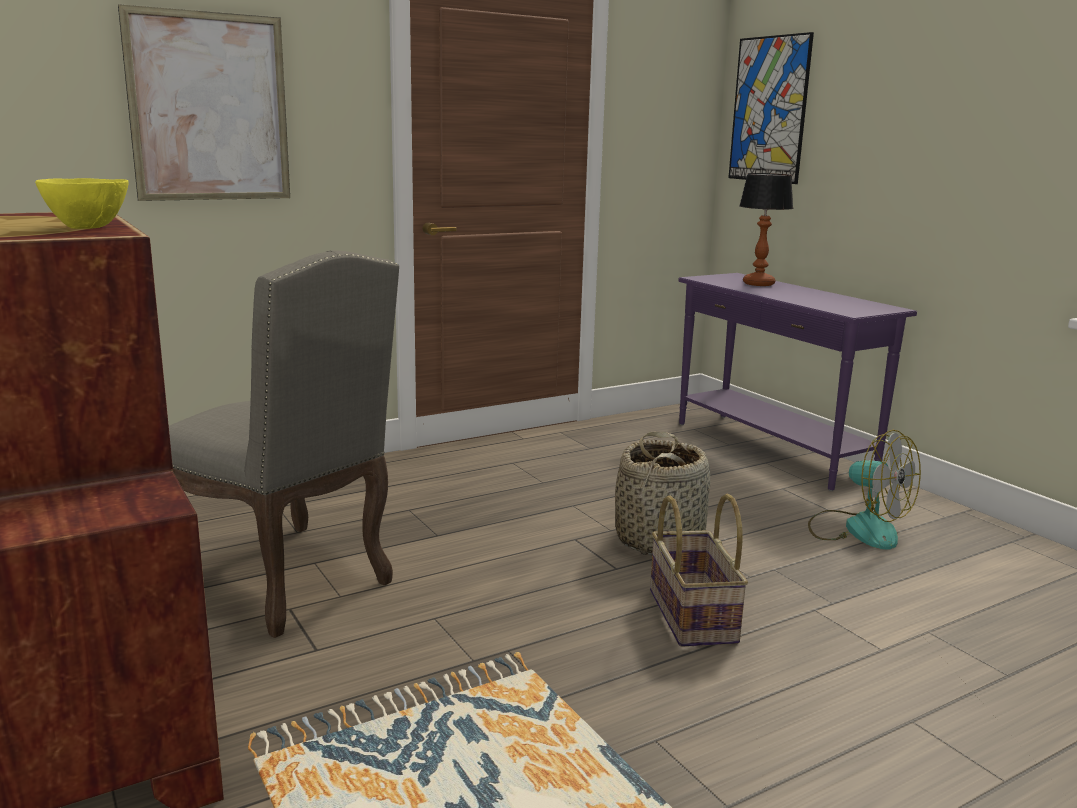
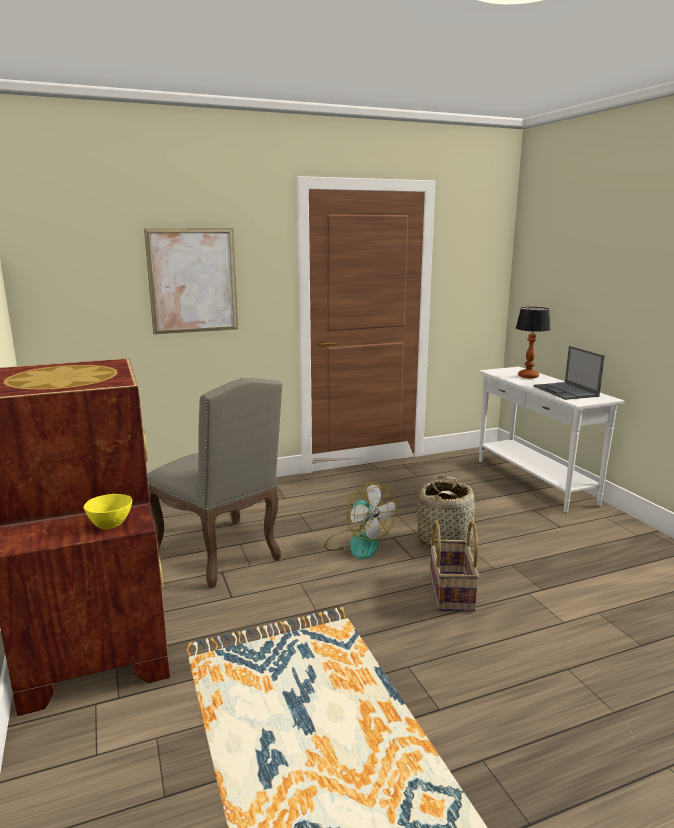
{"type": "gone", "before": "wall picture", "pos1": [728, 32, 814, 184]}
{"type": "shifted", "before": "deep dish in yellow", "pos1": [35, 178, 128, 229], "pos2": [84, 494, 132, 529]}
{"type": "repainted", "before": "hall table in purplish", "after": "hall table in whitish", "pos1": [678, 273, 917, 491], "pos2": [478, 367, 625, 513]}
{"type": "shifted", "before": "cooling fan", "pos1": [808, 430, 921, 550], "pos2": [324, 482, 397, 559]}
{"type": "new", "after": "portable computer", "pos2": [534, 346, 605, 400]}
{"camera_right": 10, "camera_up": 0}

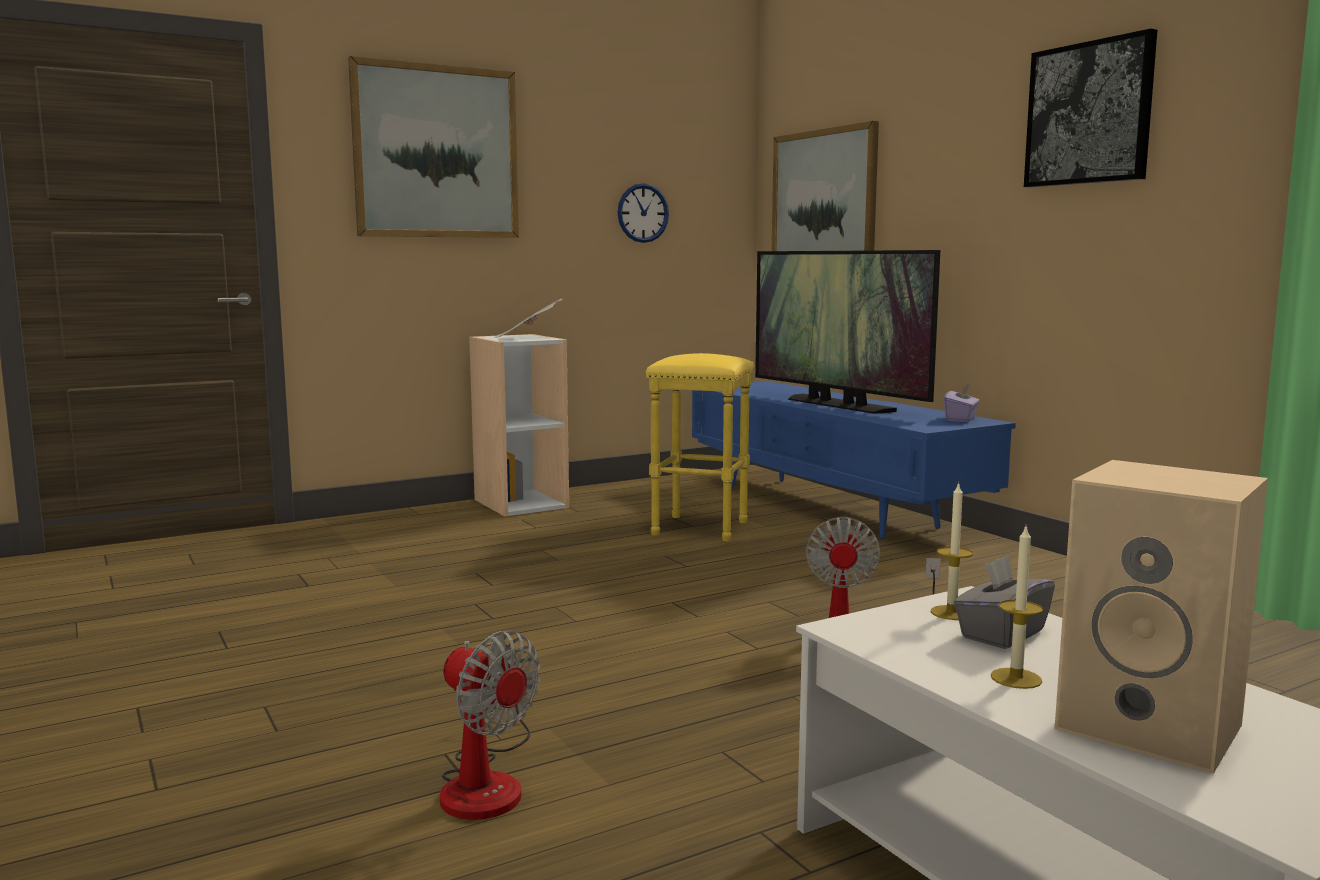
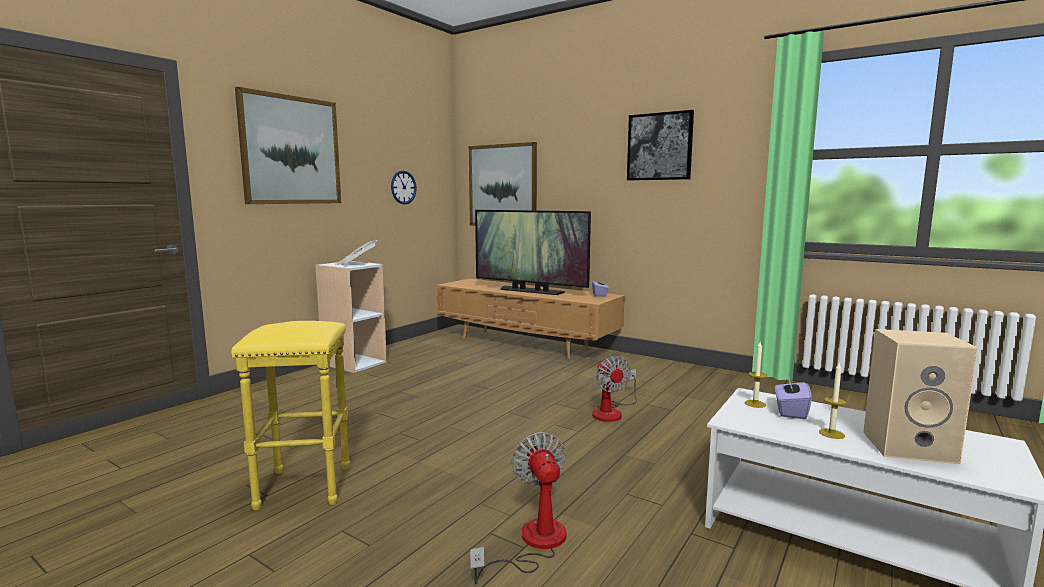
{"type": "shifted", "before": "sitting stool in yellow", "pos1": [646, 353, 754, 542], "pos2": [231, 321, 350, 510]}
{"type": "repainted", "before": "tv stand in bluish", "after": "tv stand in beige", "pos1": [692, 381, 1016, 539], "pos2": [436, 279, 626, 359]}
{"type": "repainted", "before": "tissue box in gray", "after": "tissue box in purplish", "pos1": [953, 555, 1055, 649], "pos2": [775, 374, 812, 419]}
{"type": "rotated", "before": "cooling fan", "pos1": [440, 631, 541, 820], "pos2": [470, 432, 566, 584], "turn": -120}
{"camera_right": -25, "camera_up": 0}

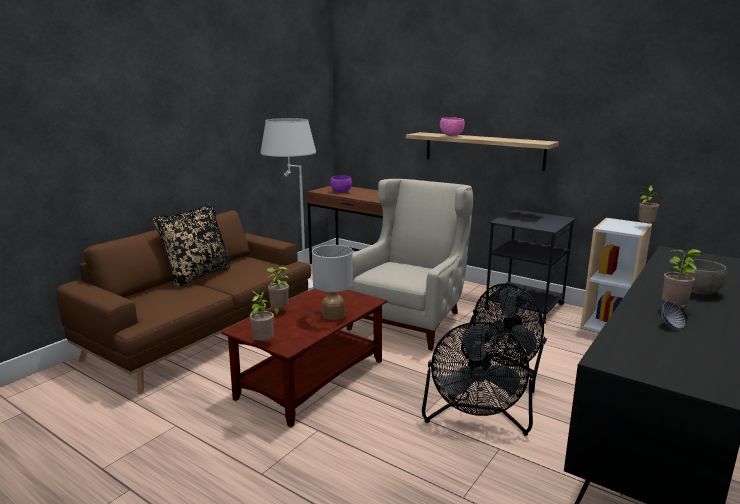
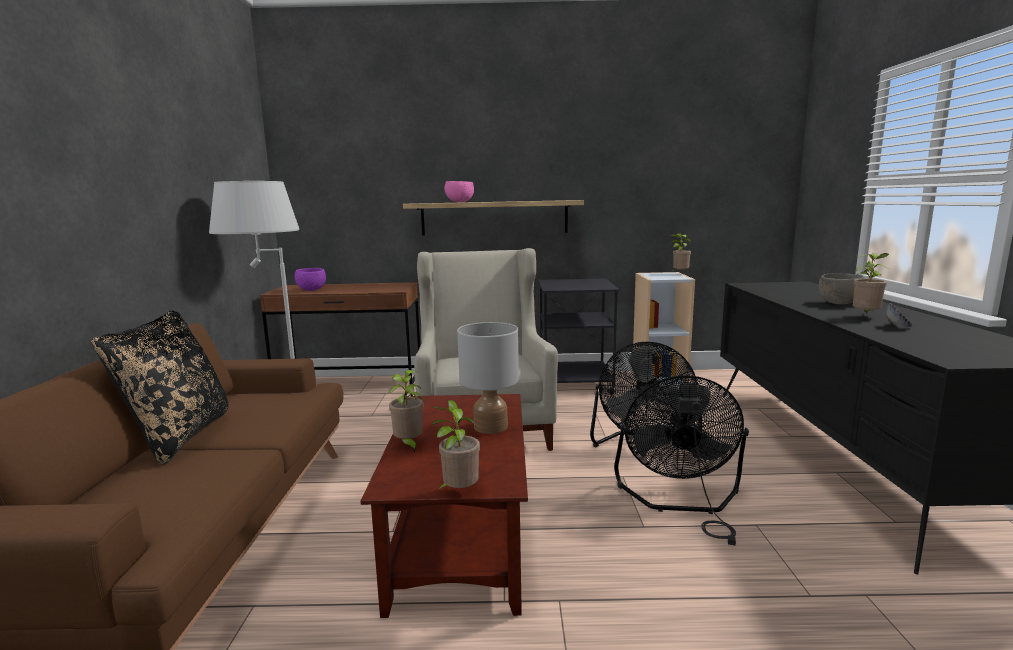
{"type": "rotated", "before": "cooling fan in black-coloured", "pos1": [422, 322, 533, 436], "pos2": [614, 375, 749, 545], "turn": -150}
{"camera_right": -35, "camera_up": -5}

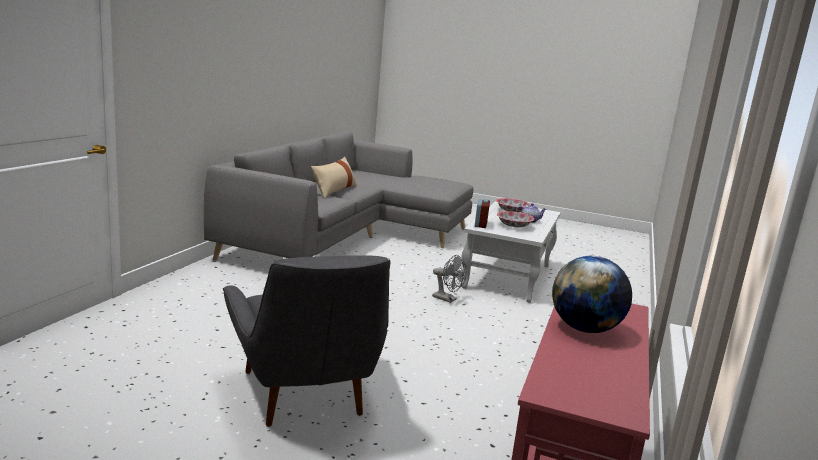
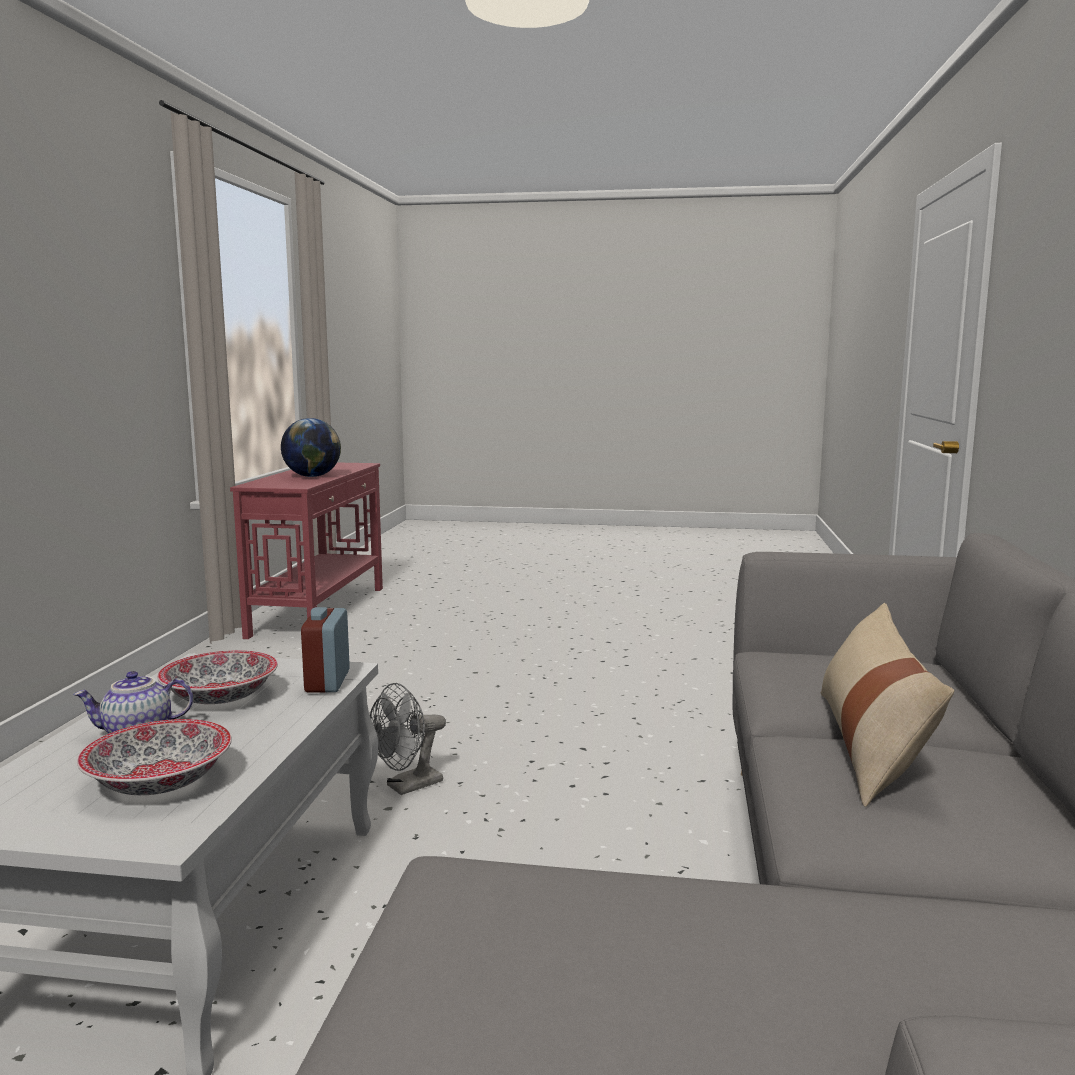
{"type": "gone", "before": "lounge chair in gray", "pos1": [223, 255, 390, 427]}
{"type": "rotated", "before": "cooling fan in gray", "pos1": [432, 255, 467, 303], "pos2": [370, 683, 446, 795], "turn": -60}
{"camera_right": 170, "camera_up": -5}

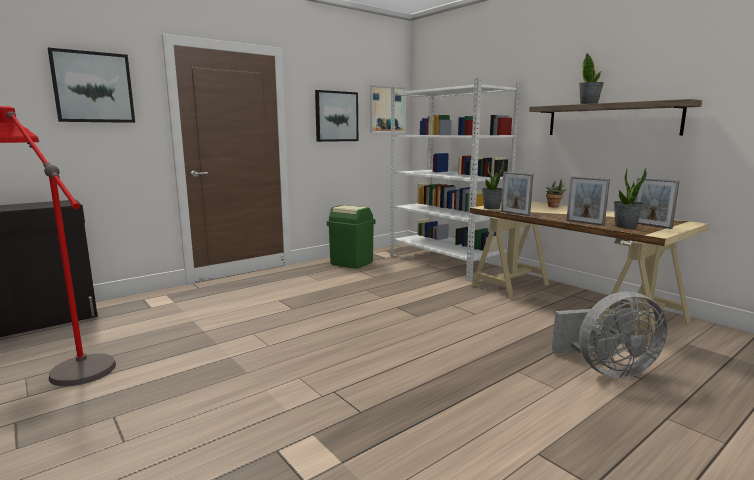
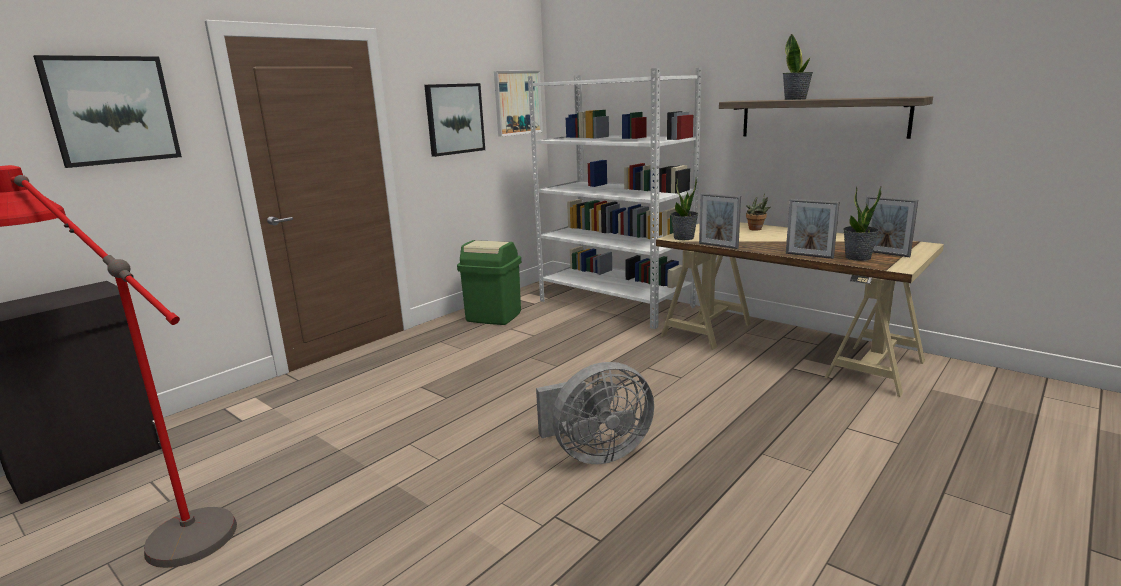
{"type": "shifted", "before": "cooling fan in gray", "pos1": [552, 292, 668, 378], "pos2": [536, 362, 654, 464]}
{"camera_right": -10, "camera_up": 5}

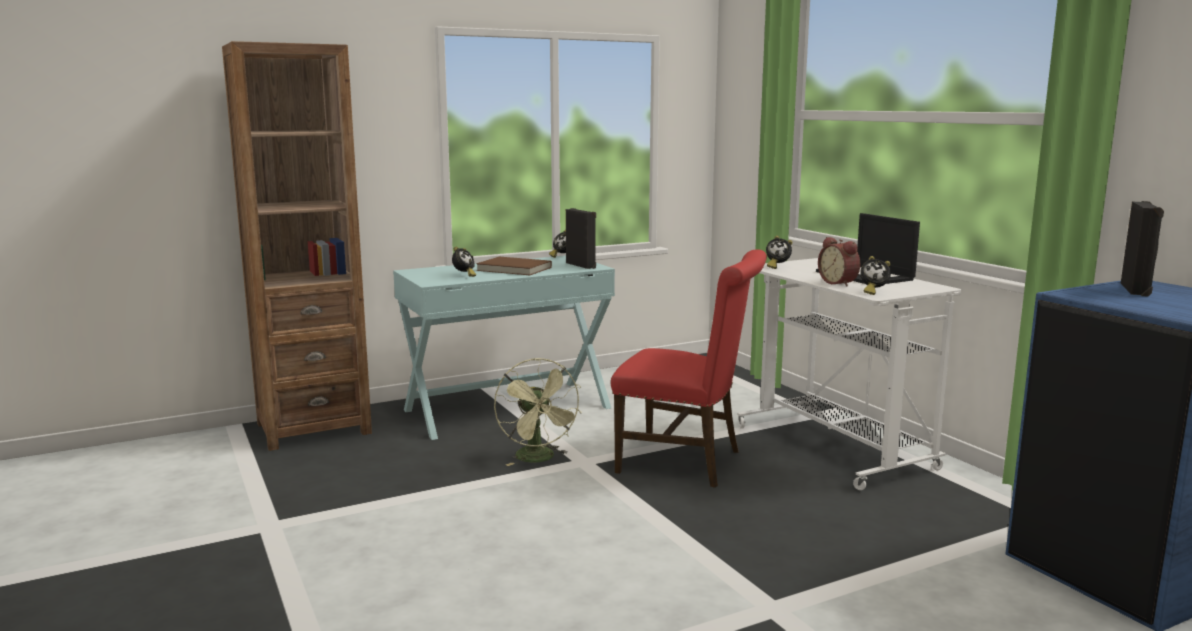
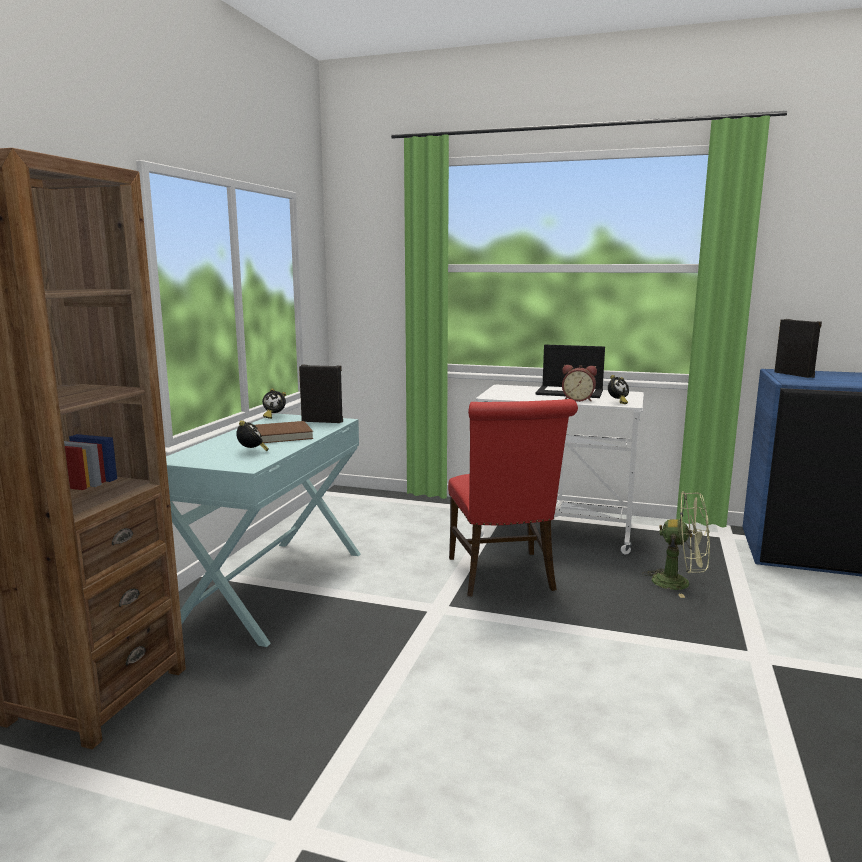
{"type": "gone", "before": "bedside clock", "pos1": [766, 236, 792, 269]}
{"type": "rotated", "before": "chair in red-coloured", "pos1": [611, 249, 767, 488], "pos2": [448, 399, 578, 597], "turn": 105}
{"type": "shifted", "before": "cooling fan in green-coloured", "pos1": [494, 358, 582, 466], "pos2": [642, 491, 710, 598]}
{"camera_right": -45, "camera_up": 0}

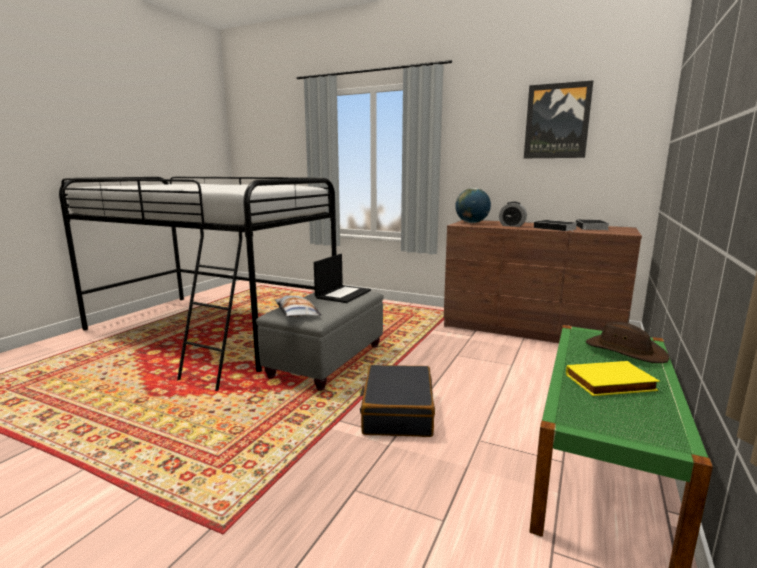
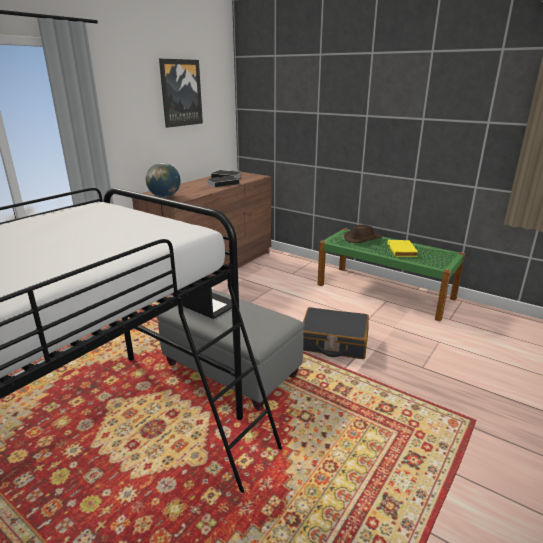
{"type": "gone", "before": "bedside clock", "pos1": [499, 202, 527, 227]}
{"type": "gone", "before": "cushion", "pos1": [275, 295, 322, 317]}
{"camera_right": -80, "camera_up": 10}

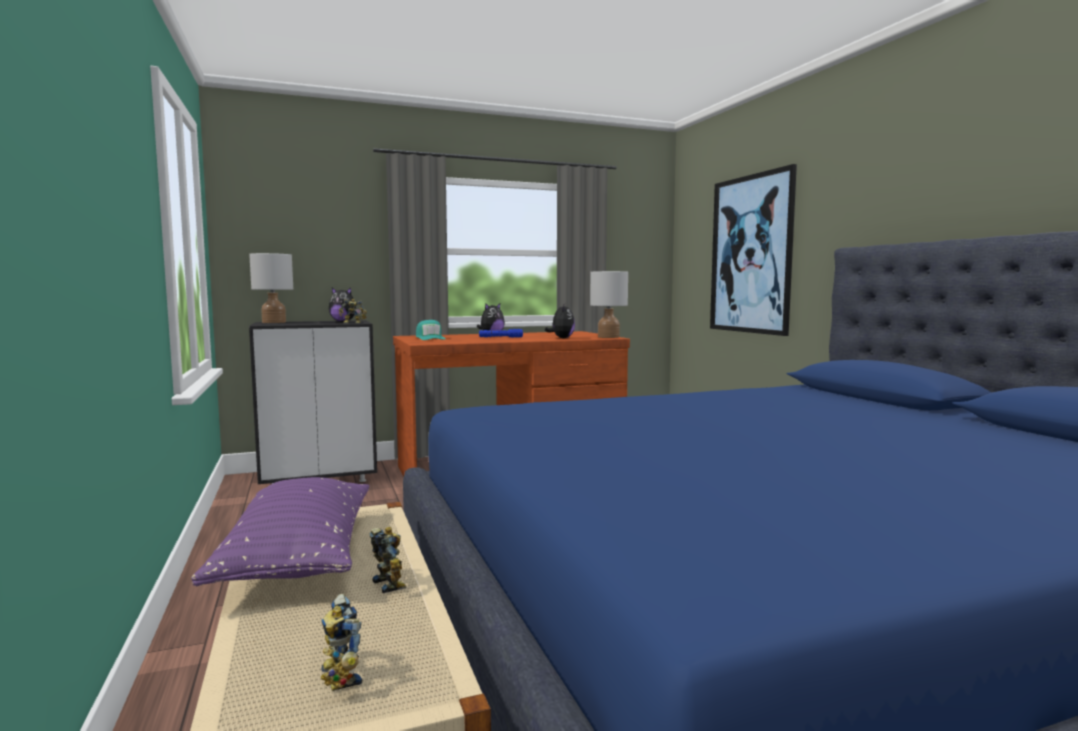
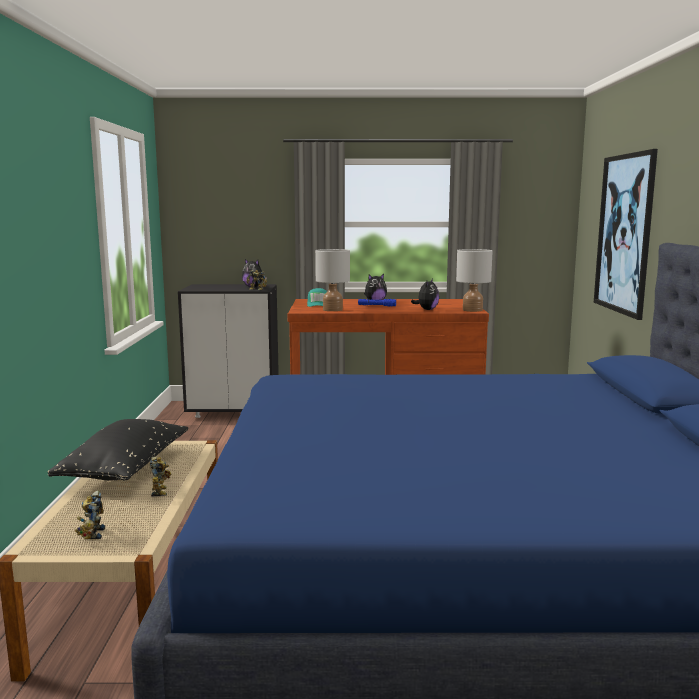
{"type": "shifted", "before": "tabletop lamp in gray", "pos1": [249, 253, 293, 323], "pos2": [315, 249, 350, 311]}
{"type": "repainted", "before": "cushion in purplish", "after": "cushion in black-coloured", "pos1": [192, 477, 369, 587], "pos2": [48, 419, 188, 480]}
{"camera_right": 20, "camera_up": 5}

